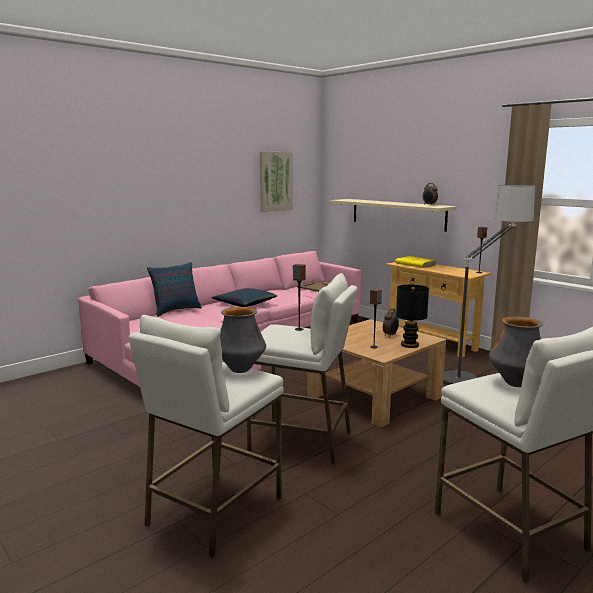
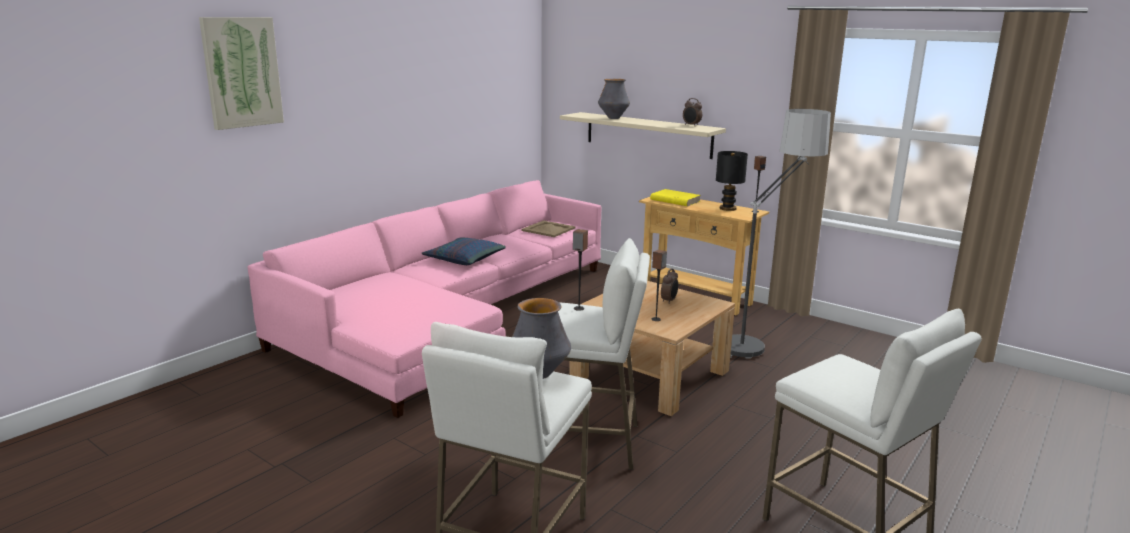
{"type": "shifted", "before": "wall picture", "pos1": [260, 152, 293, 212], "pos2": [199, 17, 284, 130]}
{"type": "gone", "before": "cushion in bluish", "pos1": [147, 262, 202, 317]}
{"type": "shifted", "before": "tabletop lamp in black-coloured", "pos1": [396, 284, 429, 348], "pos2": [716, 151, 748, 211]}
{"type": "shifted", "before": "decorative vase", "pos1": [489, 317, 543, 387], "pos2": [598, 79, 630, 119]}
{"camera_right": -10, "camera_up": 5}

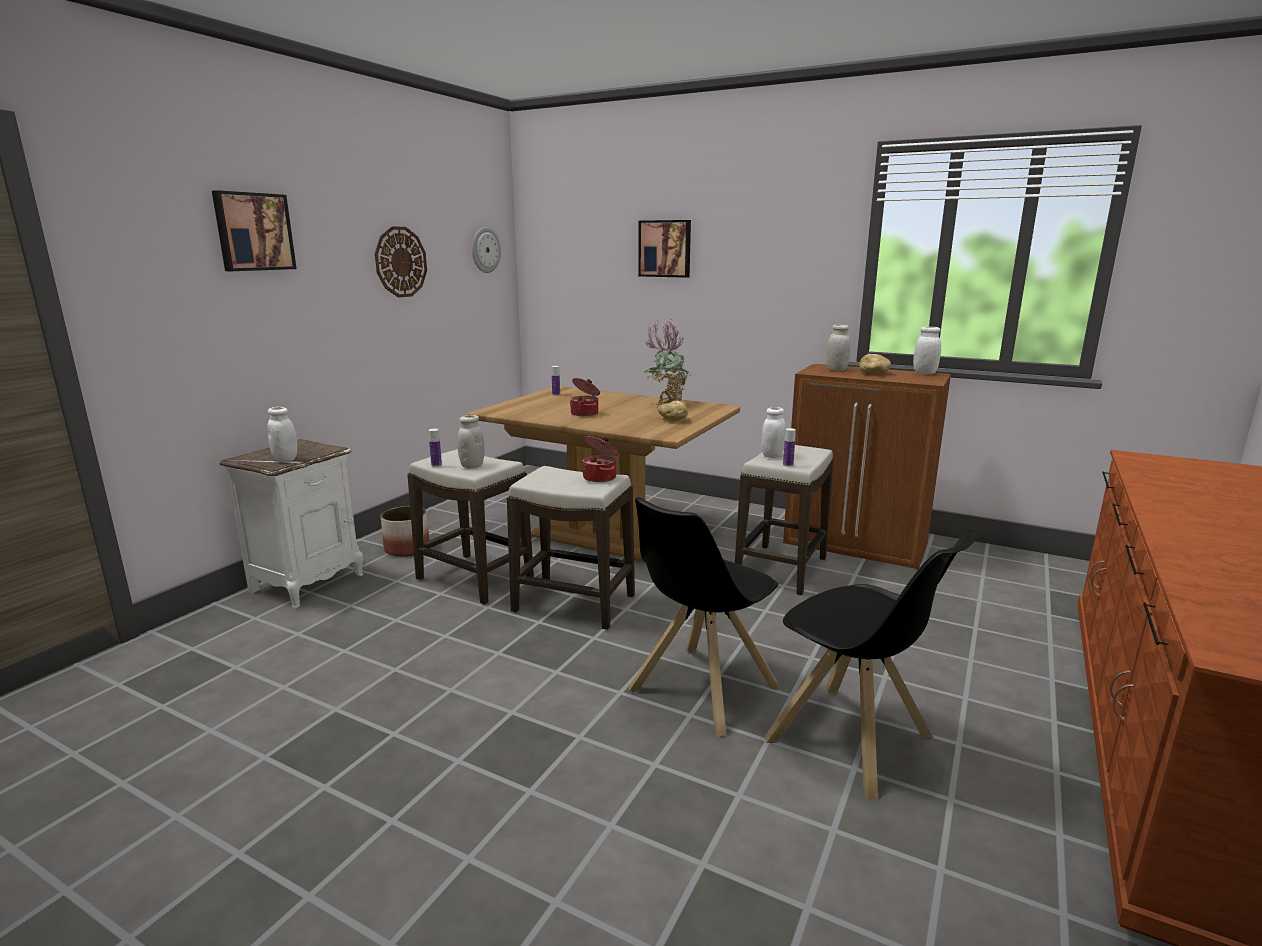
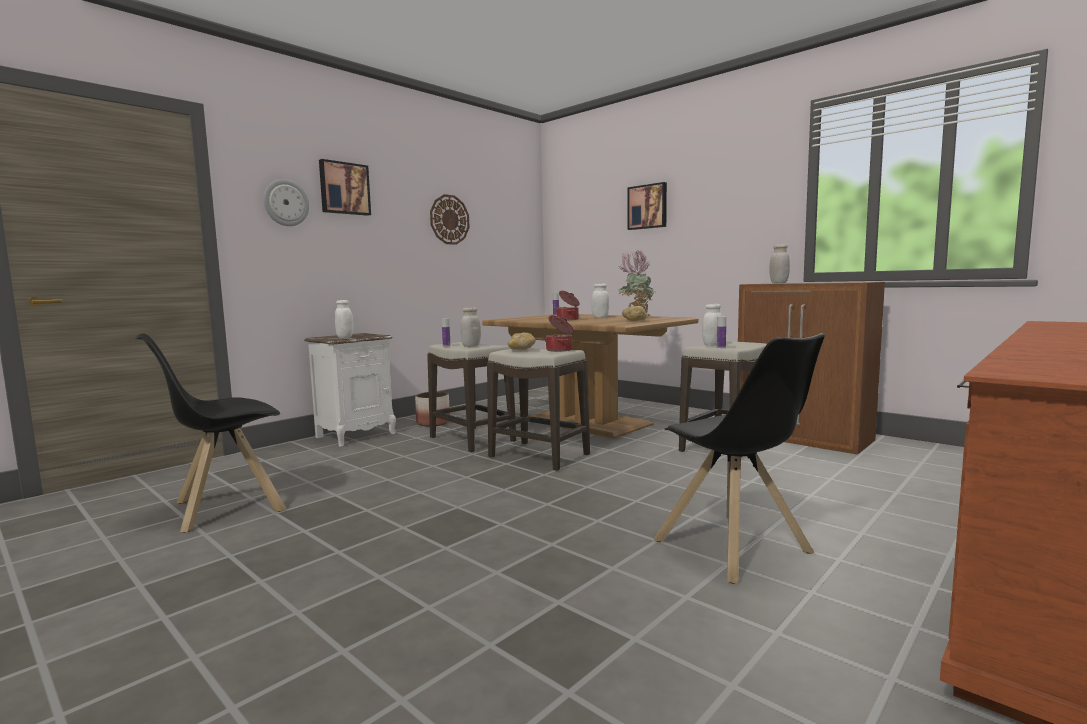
{"type": "shifted", "before": "clock on the wall", "pos1": [472, 227, 501, 273], "pos2": [263, 179, 309, 226]}
{"type": "shifted", "before": "storage jar in whitish", "pos1": [913, 327, 941, 374], "pos2": [591, 284, 609, 318]}
{"type": "shifted", "before": "baked bread", "pos1": [859, 354, 891, 374], "pos2": [507, 333, 536, 350]}
{"type": "shifted", "before": "chair in black-coloured", "pos1": [629, 497, 780, 737], "pos2": [135, 334, 287, 533]}
{"camera_right": 15, "camera_up": -10}

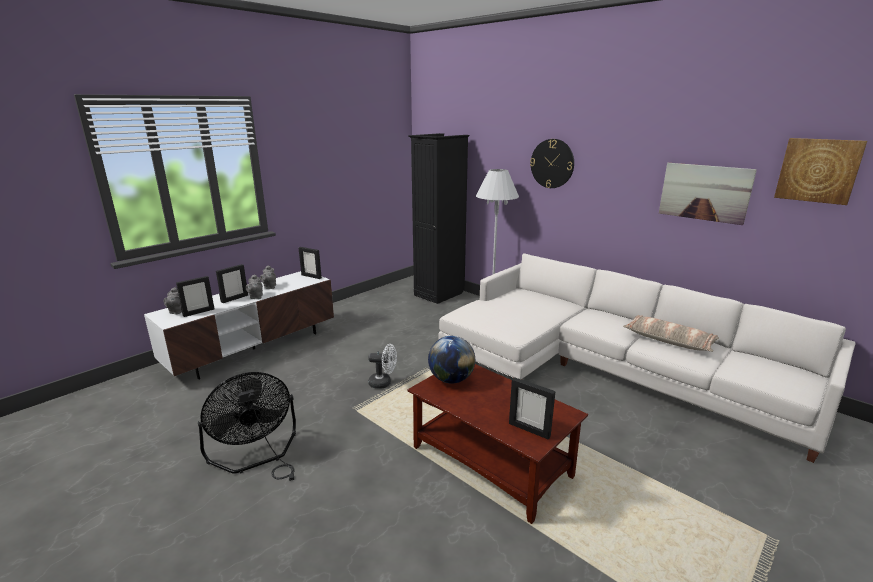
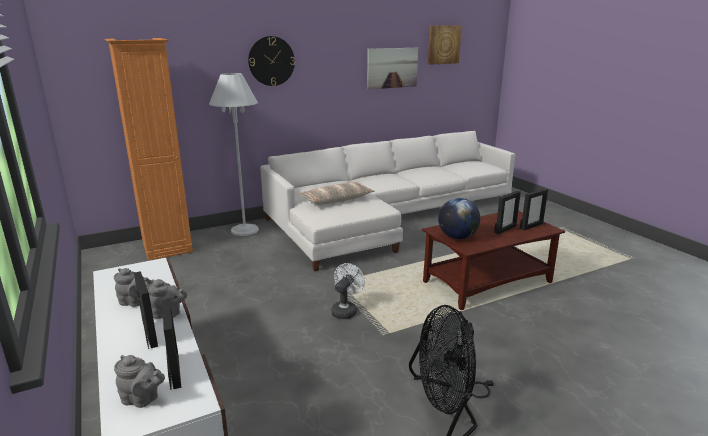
{"type": "repainted", "before": "storage cabinet in black-coloured", "after": "storage cabinet in orangey", "pos1": [408, 133, 470, 304], "pos2": [105, 38, 193, 261]}
{"type": "shifted", "before": "photo frame", "pos1": [299, 247, 322, 279], "pos2": [494, 191, 521, 234]}
{"type": "shifted", "before": "cushion", "pos1": [623, 315, 719, 352], "pos2": [300, 182, 374, 205]}
{"camera_right": -70, "camera_up": 0}

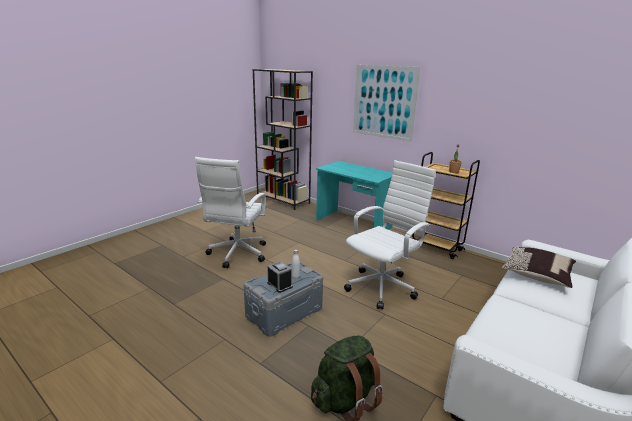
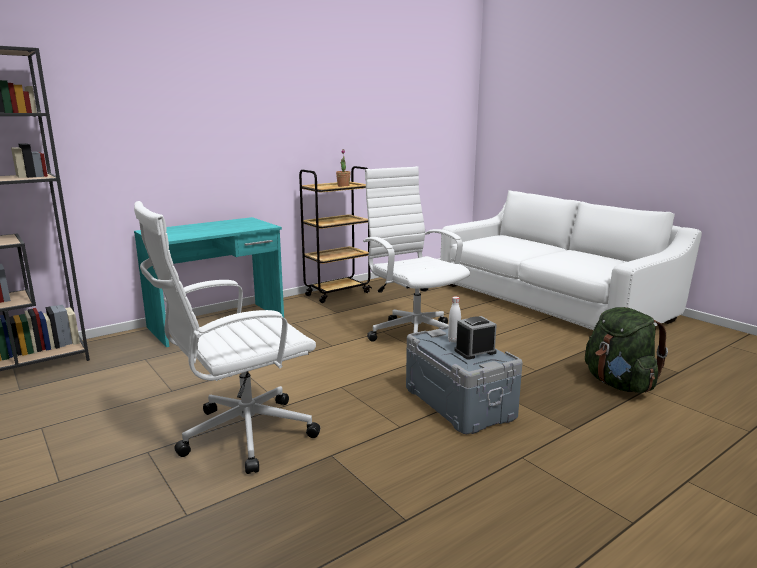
{"type": "gone", "before": "wall picture", "pos1": [353, 65, 420, 141]}
{"type": "rotated", "before": "computer chair in whitish", "pos1": [195, 157, 266, 268], "pos2": [134, 201, 320, 474], "turn": 120}
{"type": "gone", "before": "cushion", "pos1": [502, 246, 576, 288]}
{"camera_right": -75, "camera_up": -5}

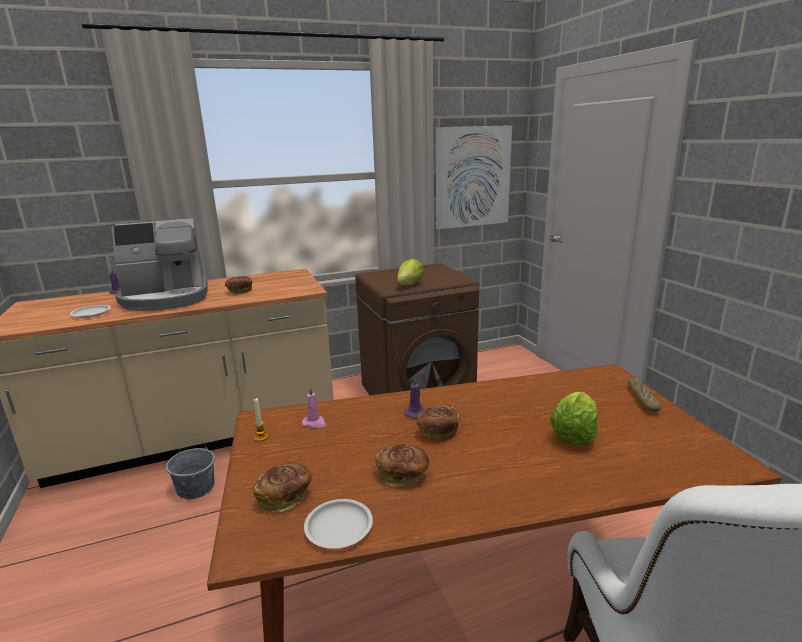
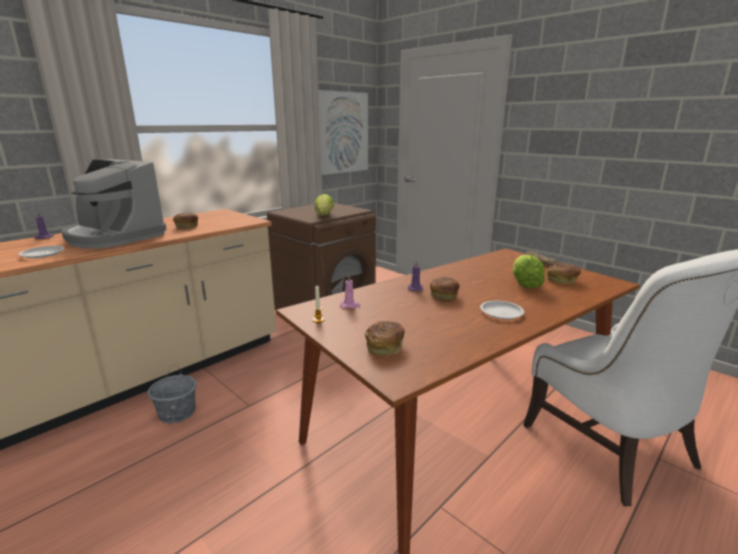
{"type": "rotated", "before": "coffee machine", "pos1": [112, 218, 207, 311], "pos2": [62, 159, 166, 248], "turn": 75}
{"type": "shifted", "before": "baked bread", "pos1": [375, 444, 429, 487], "pos2": [547, 263, 581, 284]}
{"type": "shifted", "before": "flat dish in whitish", "pos1": [304, 499, 373, 549], "pos2": [480, 301, 524, 319]}
{"camera_right": -25, "camera_up": 0}

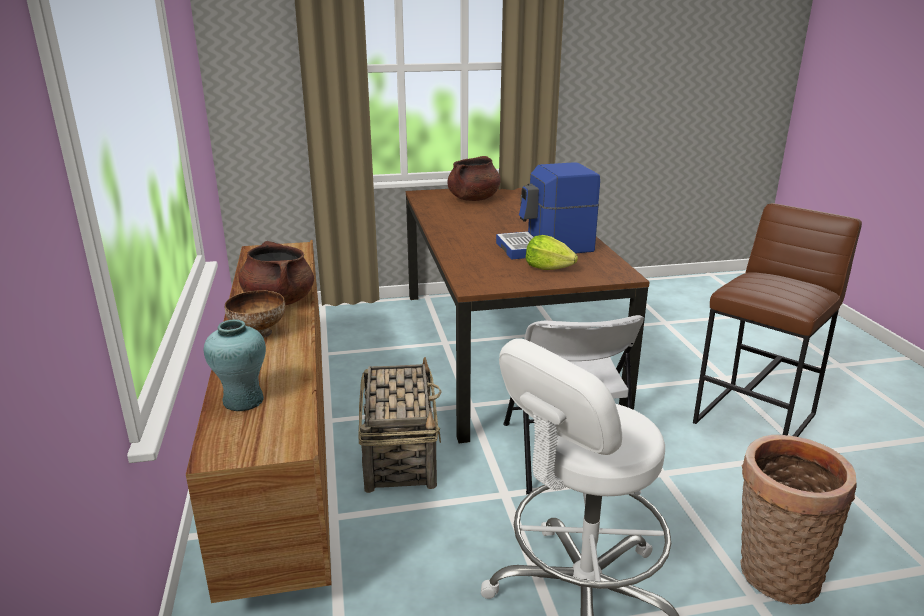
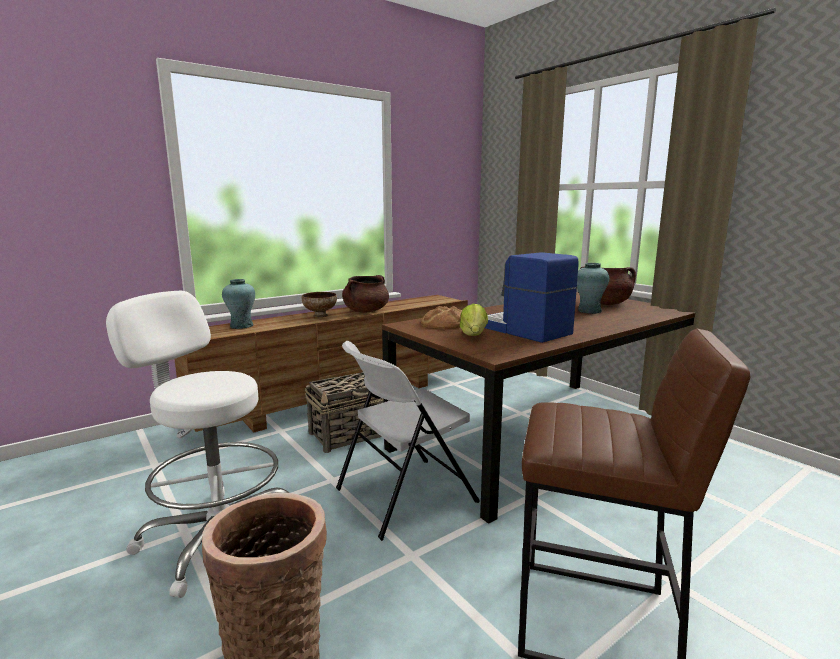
{"type": "new", "after": "decorative vase in blue-green", "pos2": [577, 263, 609, 314]}
{"type": "new", "after": "baked bread", "pos2": [421, 306, 462, 329]}
{"camera_right": 65, "camera_up": -10}

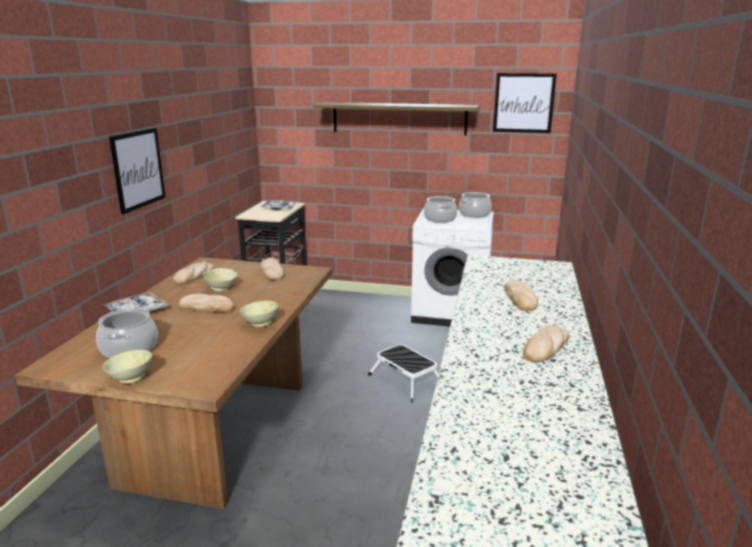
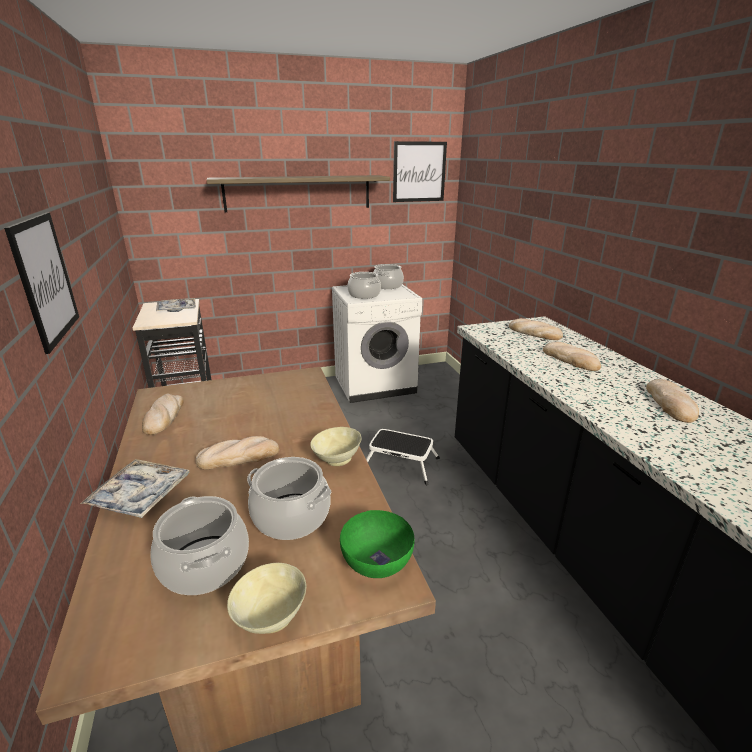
{"type": "shifted", "before": "baked bread", "pos1": [261, 257, 284, 280], "pos2": [509, 318, 563, 340]}
{"type": "gone", "before": "deep dish in beige", "pos1": [203, 268, 237, 291]}
{"type": "new", "after": "cooking pot", "pos2": [247, 457, 331, 540]}
{"type": "new", "after": "deep dish in green-coloured", "pos2": [340, 510, 415, 578]}
{"camera_right": -30, "camera_up": 5}

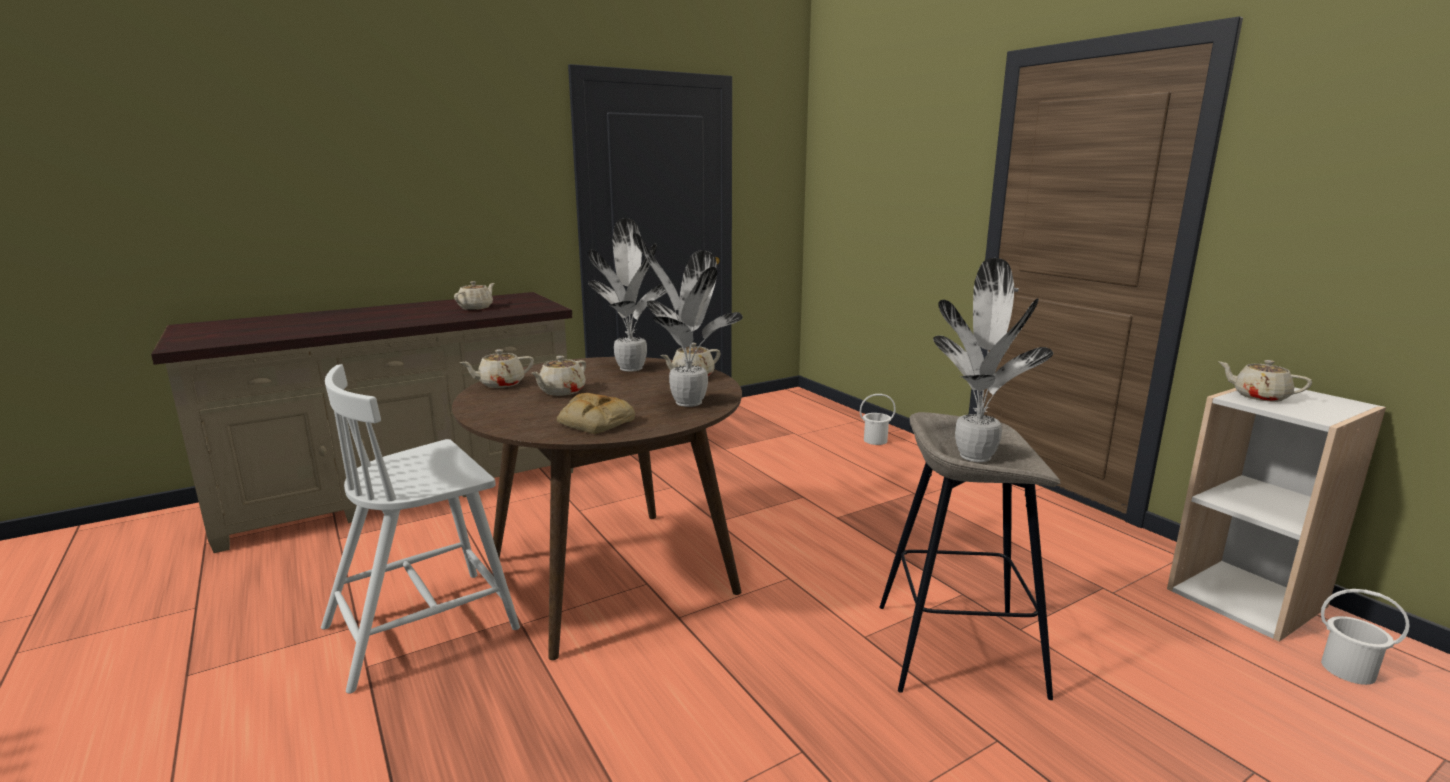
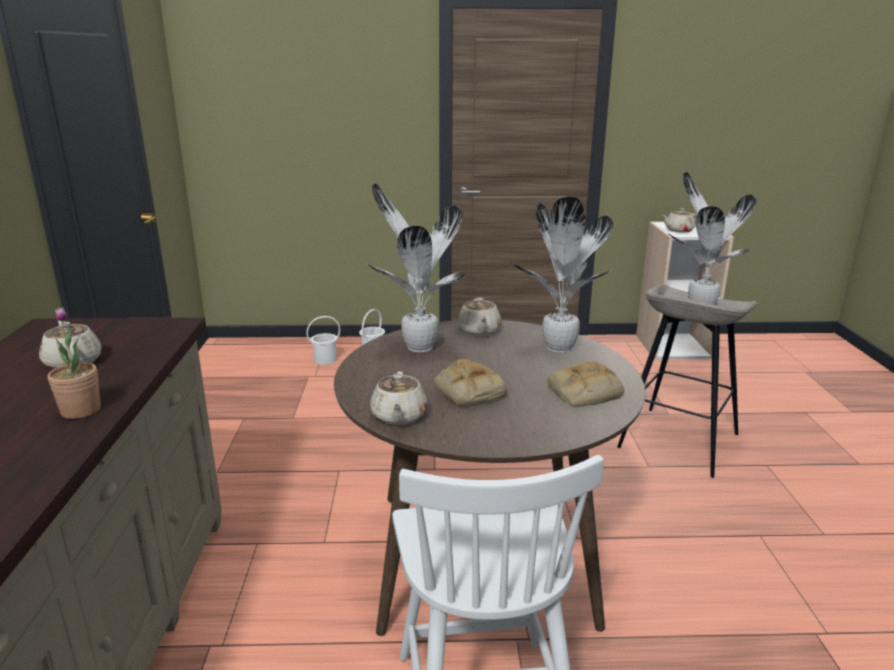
{"type": "swapped", "before": "teapot in beige", "after": "baked bread", "pos1": [531, 356, 586, 396], "pos2": [434, 359, 507, 406]}
{"type": "shifted", "before": "water bucket in whitish", "pos1": [1321, 589, 1410, 685], "pos2": [306, 316, 340, 365]}
{"type": "new", "after": "houseplant", "pos2": [48, 307, 101, 419]}
{"camera_right": -60, "camera_up": 5}

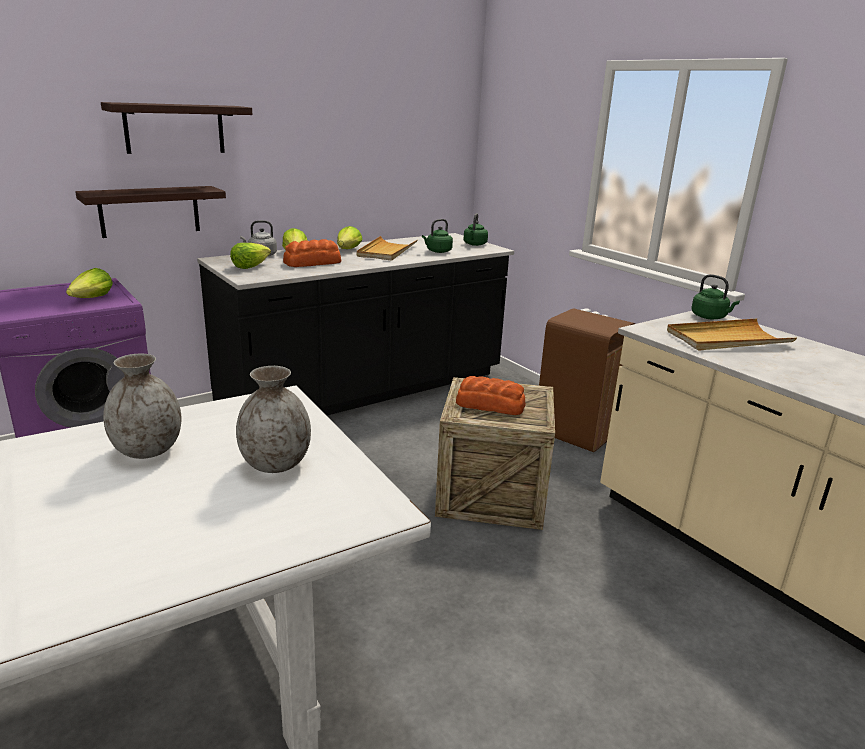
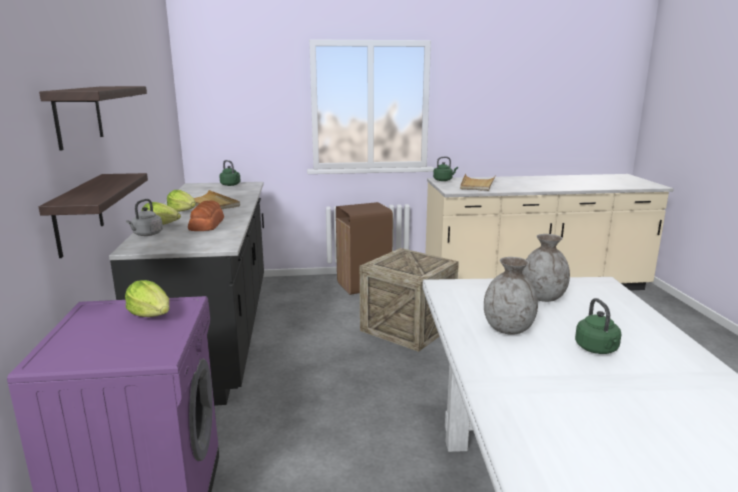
{"type": "shifted", "before": "tea kettle in green-coloured", "pos1": [422, 219, 453, 253], "pos2": [575, 298, 621, 354]}
{"type": "gone", "before": "head of lettuce", "pos1": [230, 243, 271, 269]}
{"type": "gone", "before": "baked bread", "pos1": [456, 376, 526, 415]}
{"camera_right": -60, "camera_up": -5}

